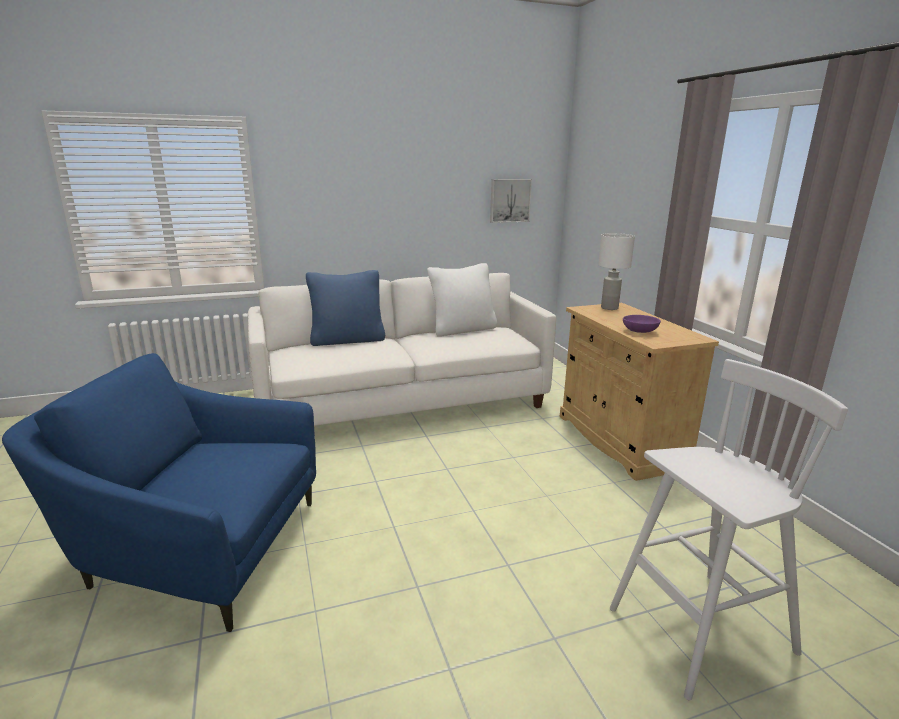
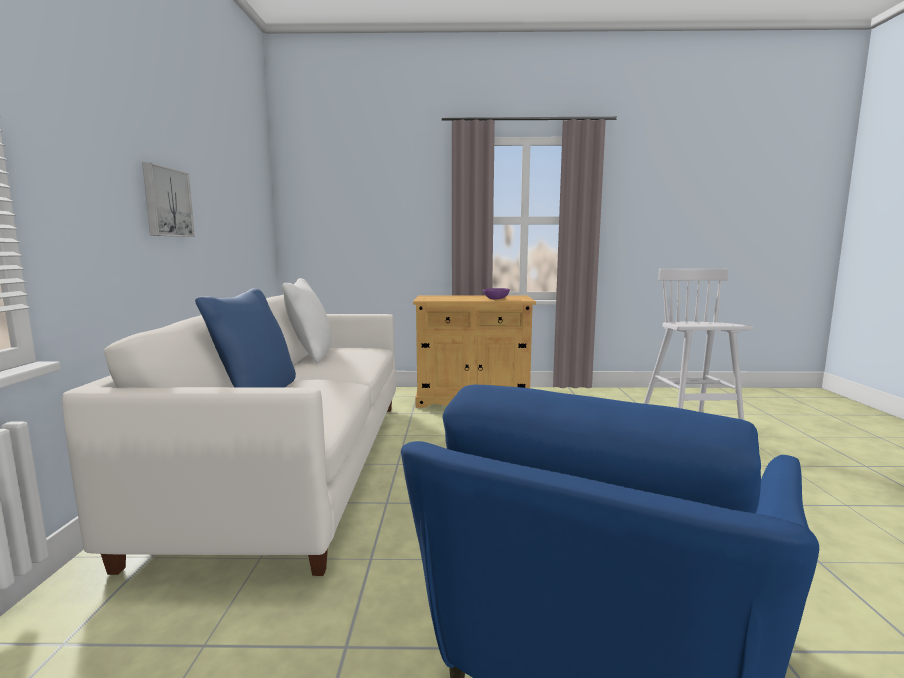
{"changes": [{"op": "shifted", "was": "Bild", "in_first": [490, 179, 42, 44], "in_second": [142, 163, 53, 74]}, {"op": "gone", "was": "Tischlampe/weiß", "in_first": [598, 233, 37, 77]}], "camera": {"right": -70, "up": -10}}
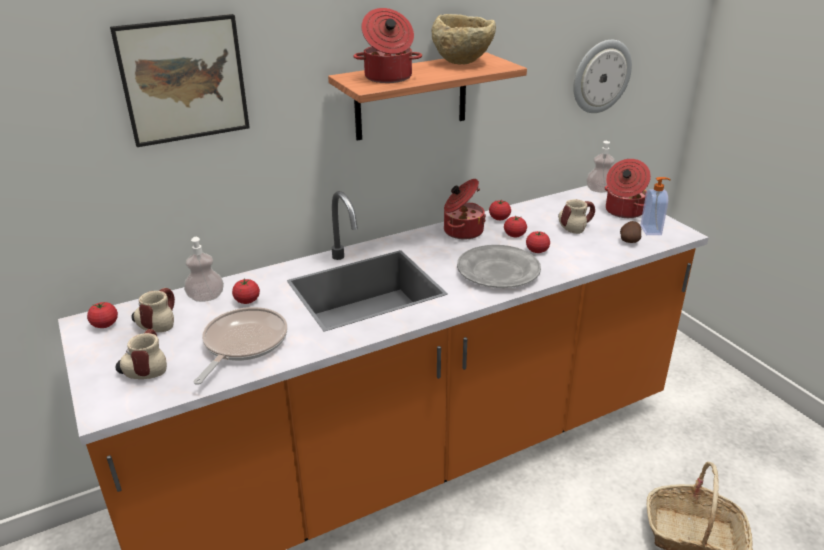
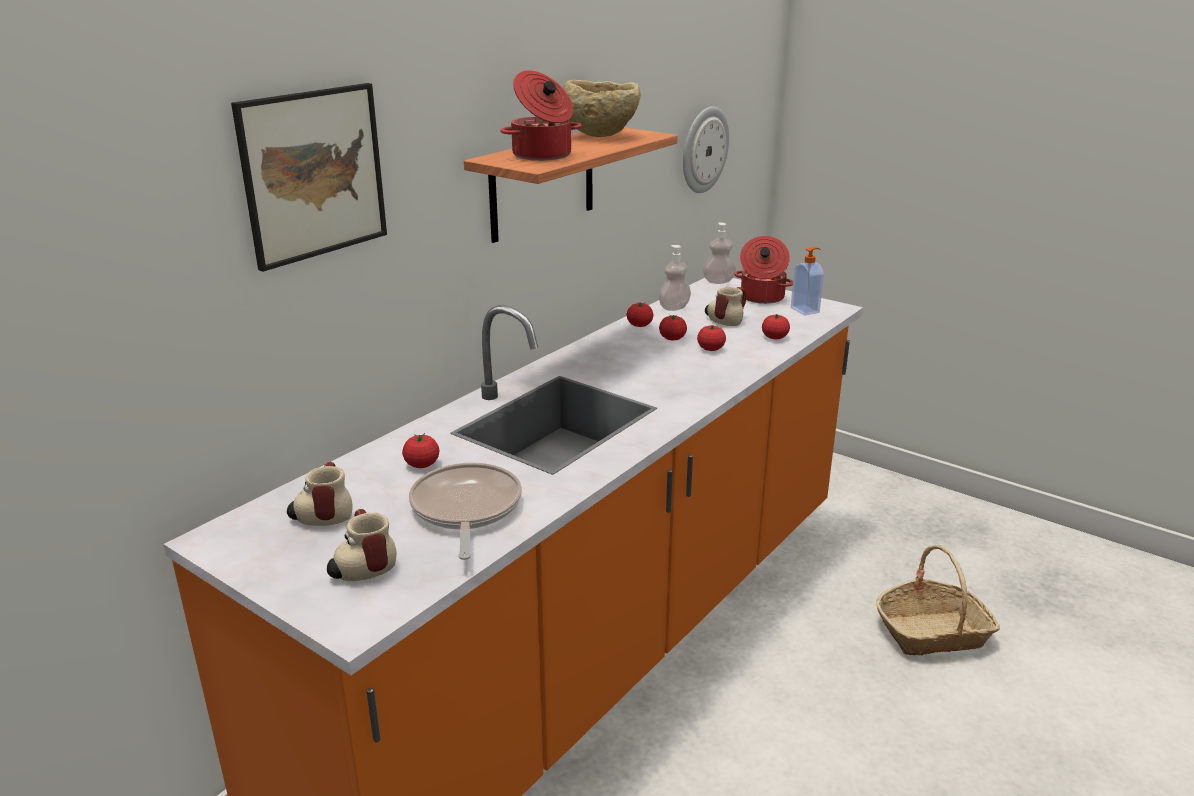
{"changes": [{"op": "gone", "was": "Kochtopf", "in_first": [444, 179, 42, 61]}, {"op": "gone", "was": "Kartoffel", "in_first": [620, 221, 21, 22]}, {"op": "shifted", "was": "Seifenspender", "in_first": [184, 237, 40, 65], "in_second": [659, 245, 32, 66]}, {"op": "gone", "was": "Teller/grau", "in_first": [457, 245, 84, 43]}, {"op": "shifted", "was": "Tomate", "in_first": [87, 302, 31, 26], "in_second": [762, 314, 28, 25]}], "camera": {"right": -25, "up": -5}}
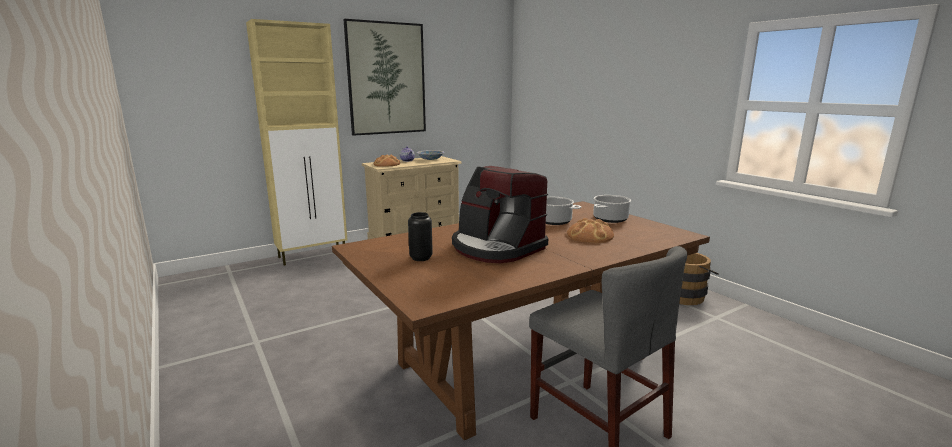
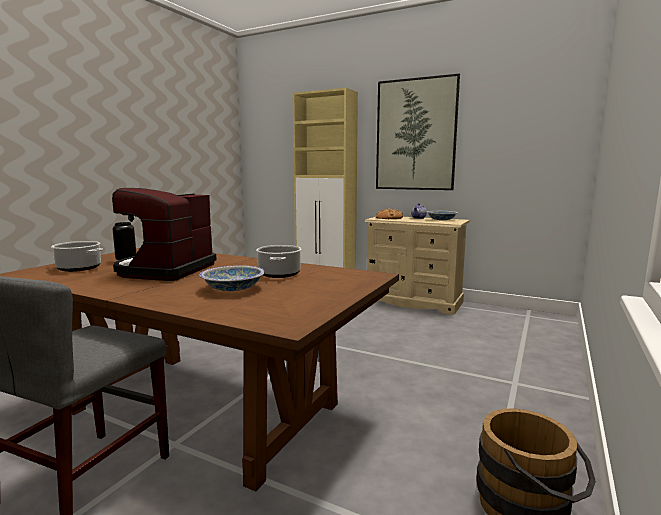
{"changes": [{"op": "shifted", "was": "Kochtopf", "in_first": [593, 195, 38, 28], "in_second": [51, 241, 52, 31]}, {"op": "swapped", "was": "Brot", "now": "Schüssel", "in_first": [567, 218, 47, 25], "in_second": [199, 265, 66, 26]}], "camera": {"right": 60, "up": -5}}
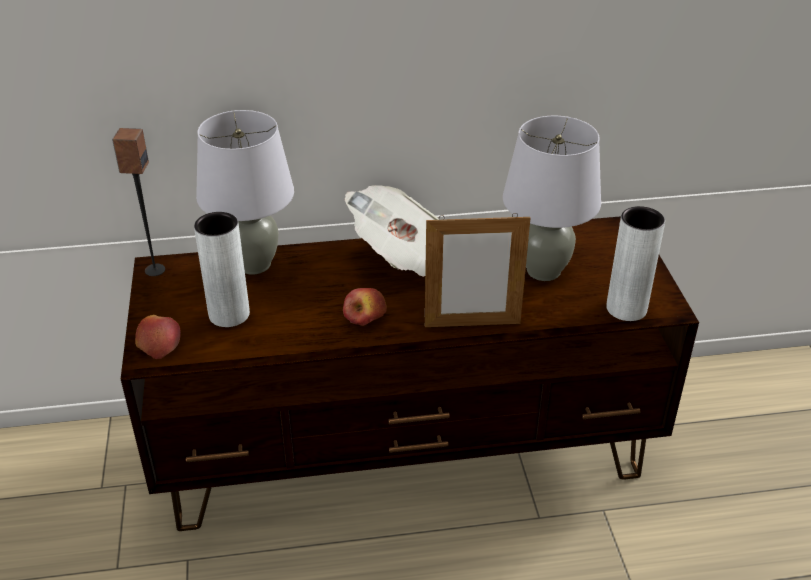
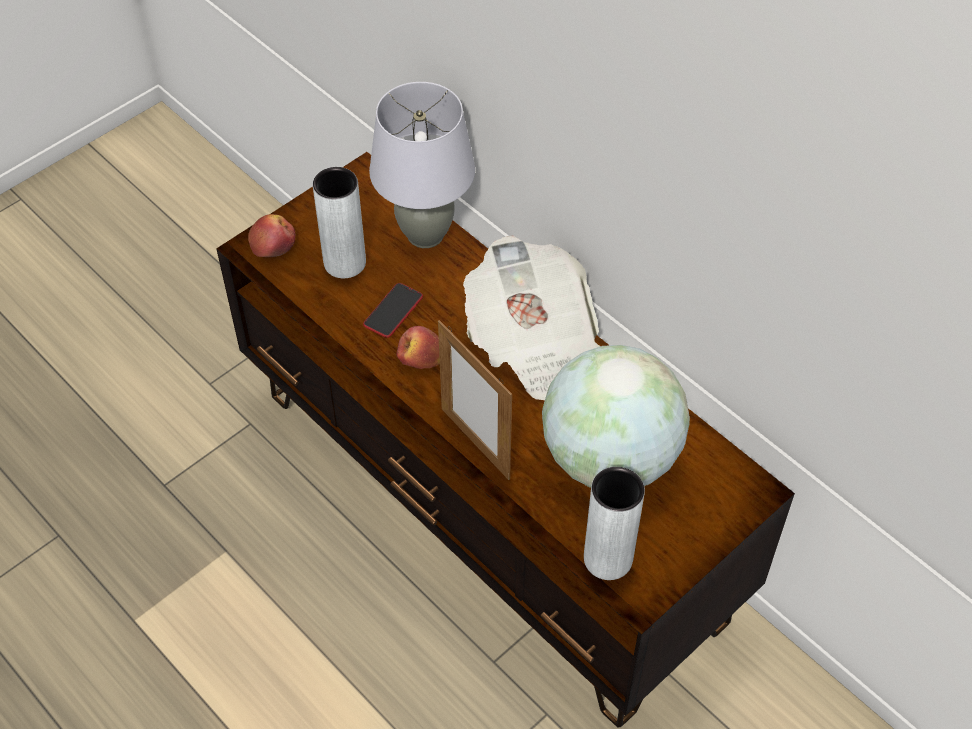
{"changes": [{"op": "swapped", "was": "Tischlampe/grau", "now": "Globus", "in_first": [503, 116, 98, 165], "in_second": [542, 345, 148, 143]}, {"op": "gone", "was": "Lautsprecher", "in_first": [112, 128, 53, 148]}, {"op": "new", "now": "Handy", "in_second": [363, 283, 60, 55]}], "camera": {"right": 55, "up": 15}}
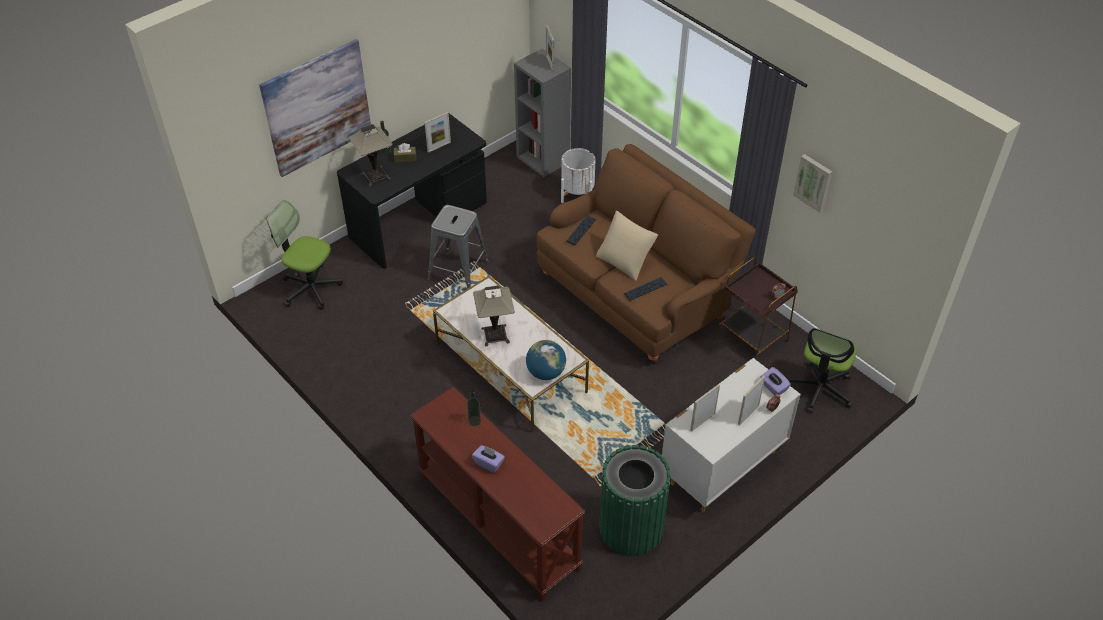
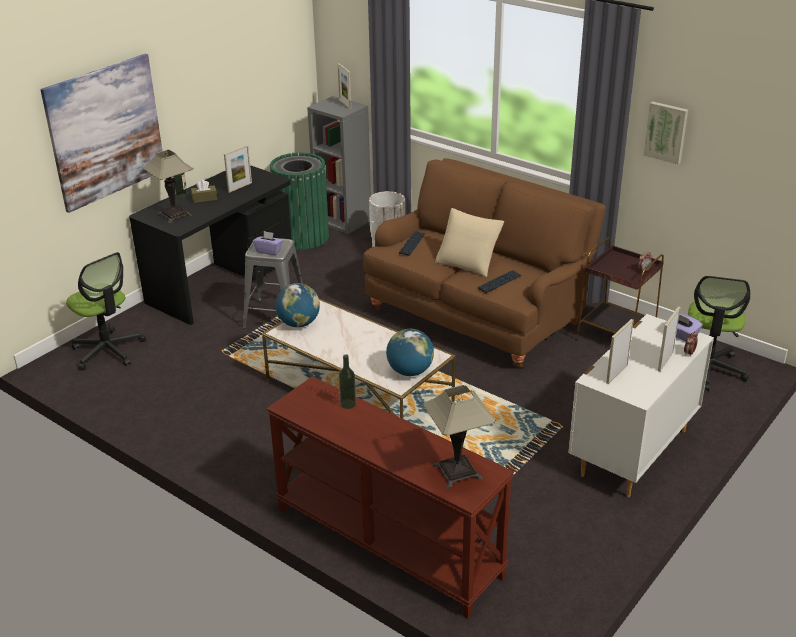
{"changes": [{"op": "rotated", "was": "Bürostuhl", "in_first": [267, 200, 76, 110], "in_second": [66, 252, 80, 118], "clockwise": -150}, {"op": "shifted", "was": "Tischlampe", "in_first": [473, 286, 42, 61], "in_second": [423, 385, 73, 104]}, {"op": "shifted", "was": "Taschentuchbox/lila", "in_first": [472, 445, 33, 28], "in_second": [253, 231, 30, 24]}, {"op": "shifted", "was": "Mülleimer/grün", "in_first": [599, 445, 72, 111], "in_second": [270, 152, 59, 98]}, {"op": "new", "now": "Globus", "in_second": [275, 283, 45, 44]}], "camera": {"right": -10, "up": -15}}
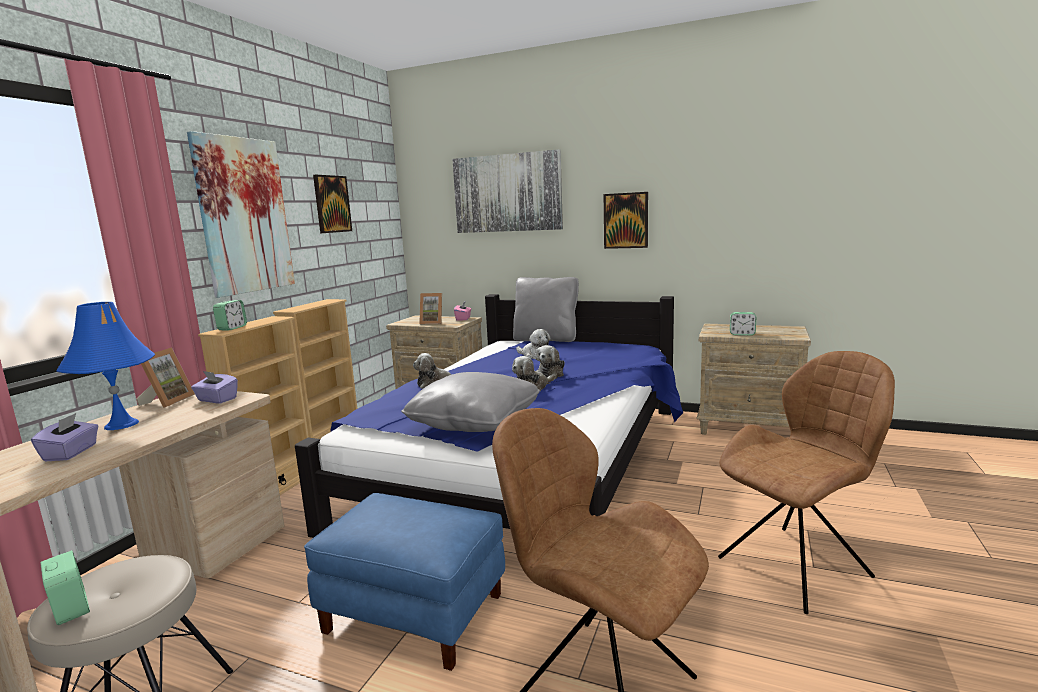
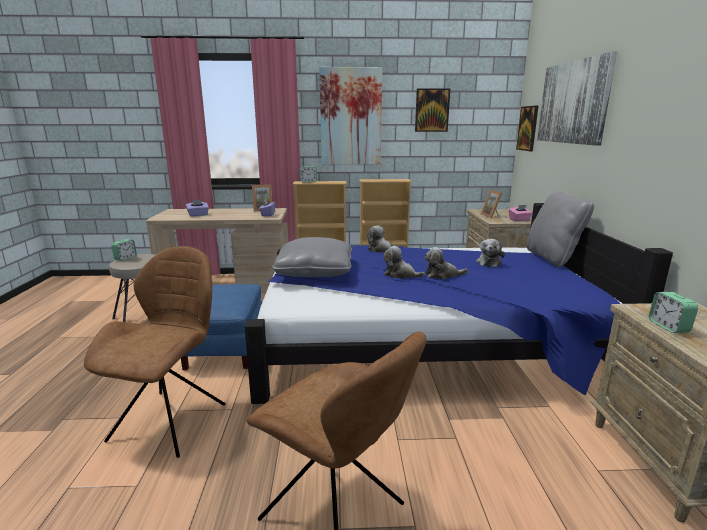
{"changes": [{"op": "shifted", "was": "Bild", "in_first": [604, 192, 44, 57], "in_second": [516, 106, 22, 45]}, {"op": "gone", "was": "Tischlampe/blau", "in_first": [56, 302, 99, 128]}], "camera": {"right": 65, "up": 5}}
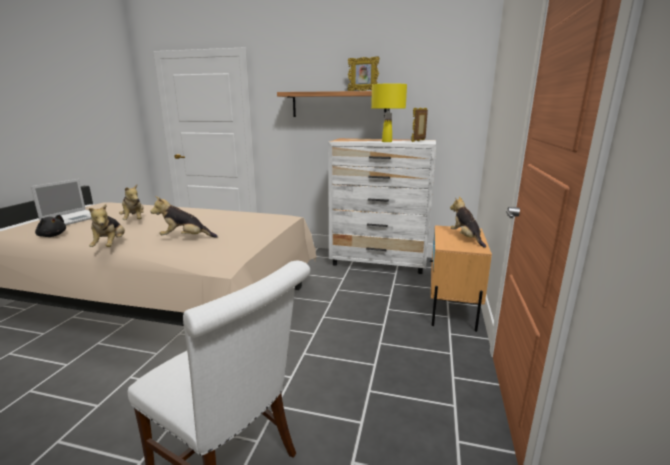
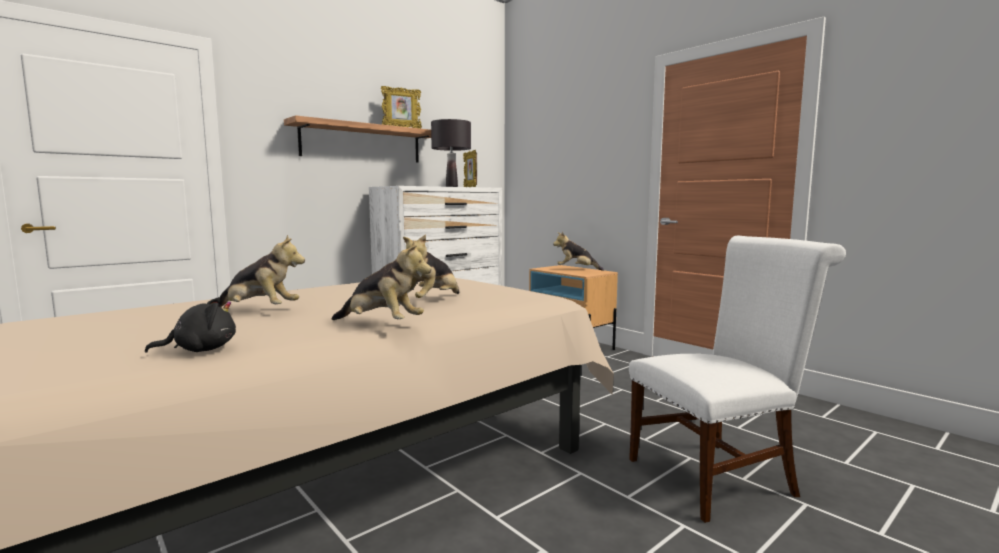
{"changes": [{"op": "repainted", "was": "Tischlampe/gelb", "now": "Tischlampe/schwarz", "in_first": [371, 83, 36, 59], "in_second": [431, 119, 40, 68]}, {"op": "gone", "was": "Laptop", "in_first": [31, 179, 60, 46]}], "camera": {"right": -55, "up": -10}}
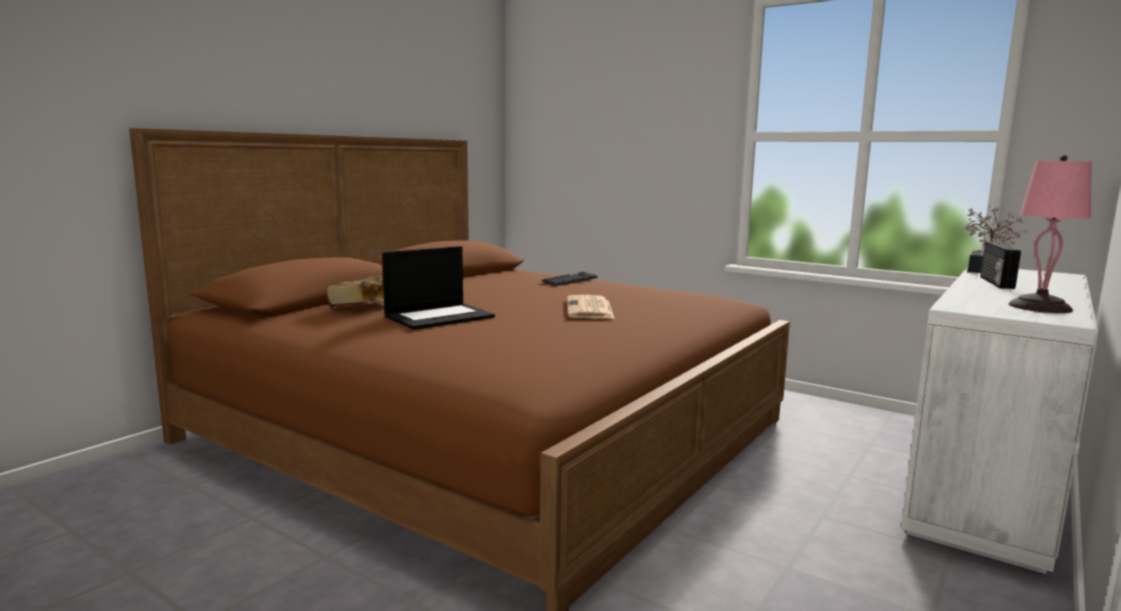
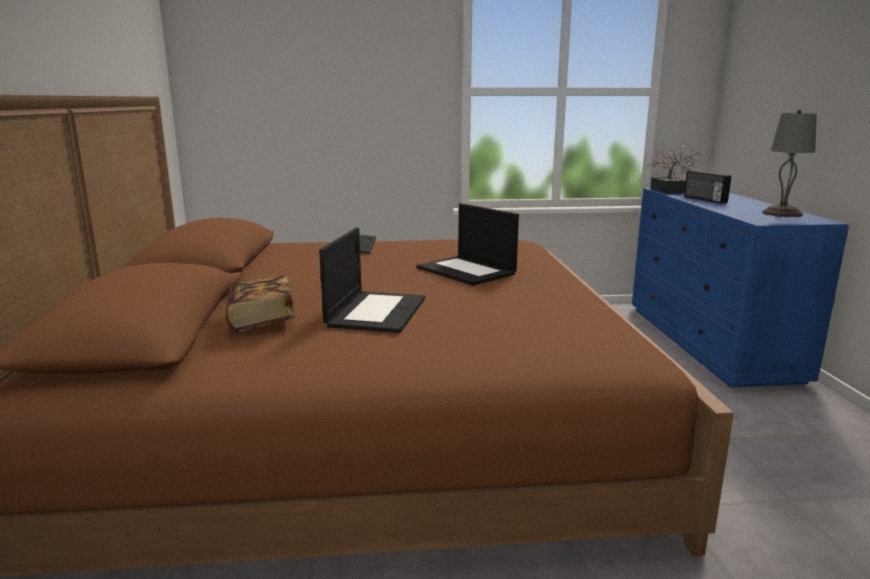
{"changes": [{"op": "repainted", "was": "Tischlampe/rosa", "now": "Tischlampe/grau", "in_first": [1009, 155, 83, 158], "in_second": [762, 110, 55, 107]}, {"op": "repainted", "was": "Kommode/weiß", "now": "Kommode/blau", "in_first": [901, 267, 197, 307], "in_second": [632, 188, 217, 199]}, {"op": "swapped", "was": "Zeitung", "now": "Laptop", "in_first": [567, 295, 48, 24], "in_second": [417, 203, 102, 83]}], "camera": {"right": -40, "up": 5}}
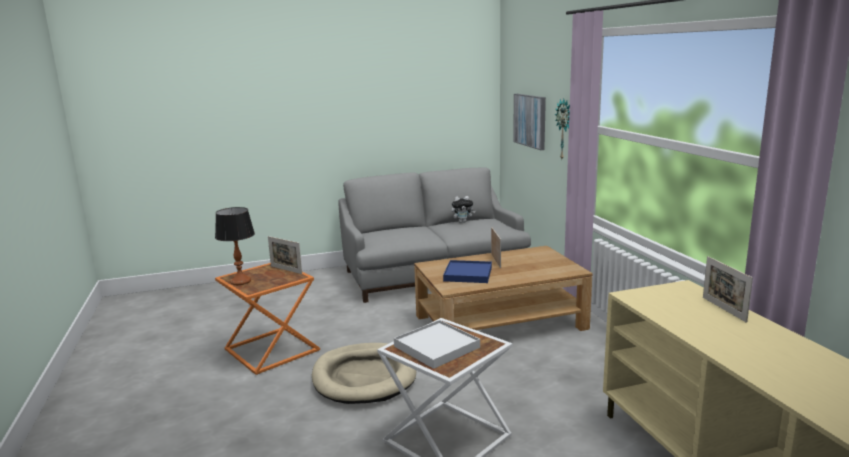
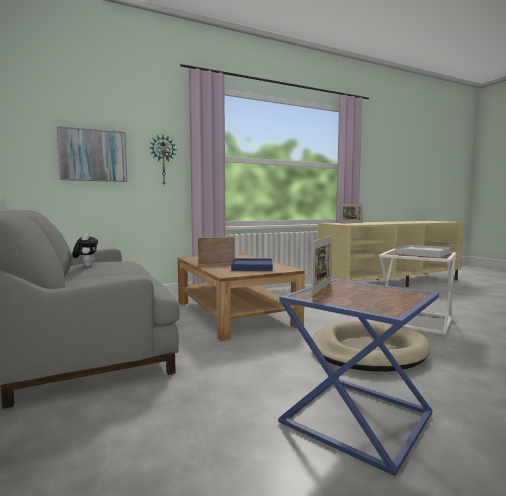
{"changes": [{"op": "gone", "was": "Tischlampe", "in_first": [215, 207, 40, 78]}, {"op": "repainted", "was": "Beistelltisch/orange", "now": "Beistelltisch/blau", "in_first": [215, 263, 105, 112], "in_second": [278, 279, 161, 197]}], "camera": {"right": -100, "up": -10}}
